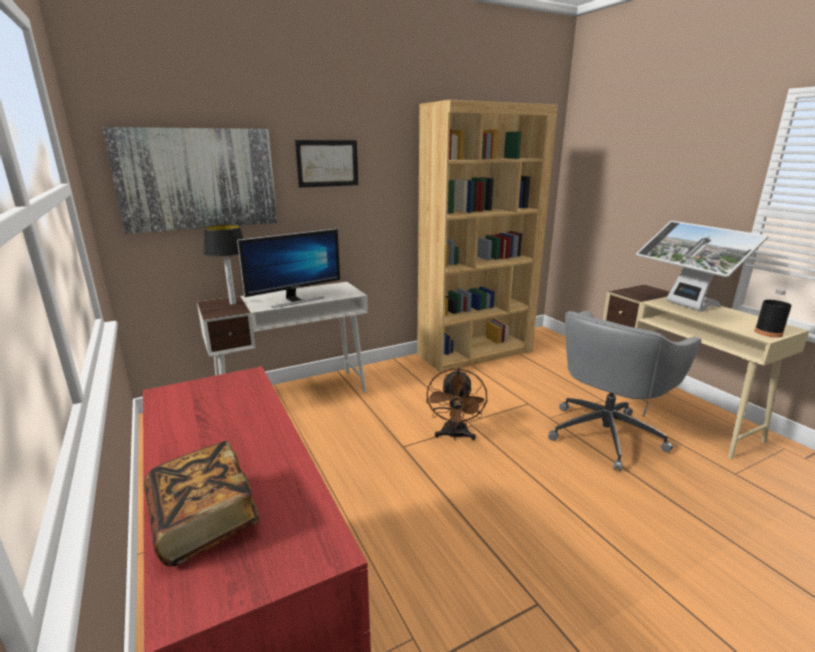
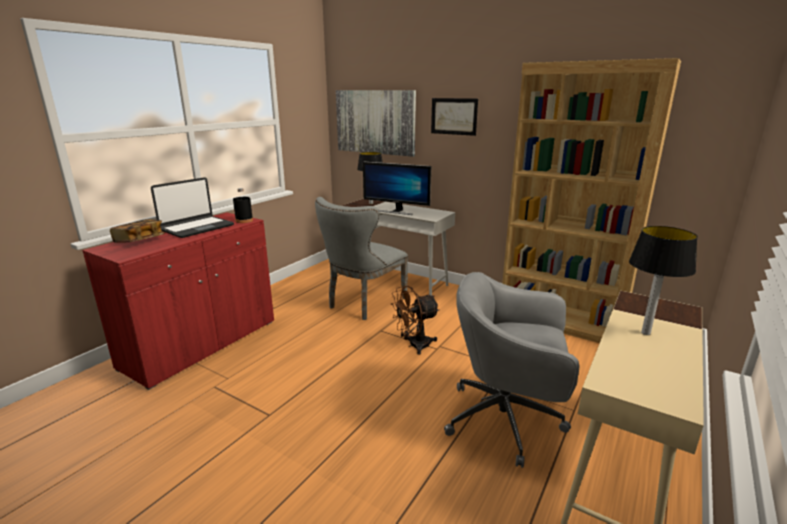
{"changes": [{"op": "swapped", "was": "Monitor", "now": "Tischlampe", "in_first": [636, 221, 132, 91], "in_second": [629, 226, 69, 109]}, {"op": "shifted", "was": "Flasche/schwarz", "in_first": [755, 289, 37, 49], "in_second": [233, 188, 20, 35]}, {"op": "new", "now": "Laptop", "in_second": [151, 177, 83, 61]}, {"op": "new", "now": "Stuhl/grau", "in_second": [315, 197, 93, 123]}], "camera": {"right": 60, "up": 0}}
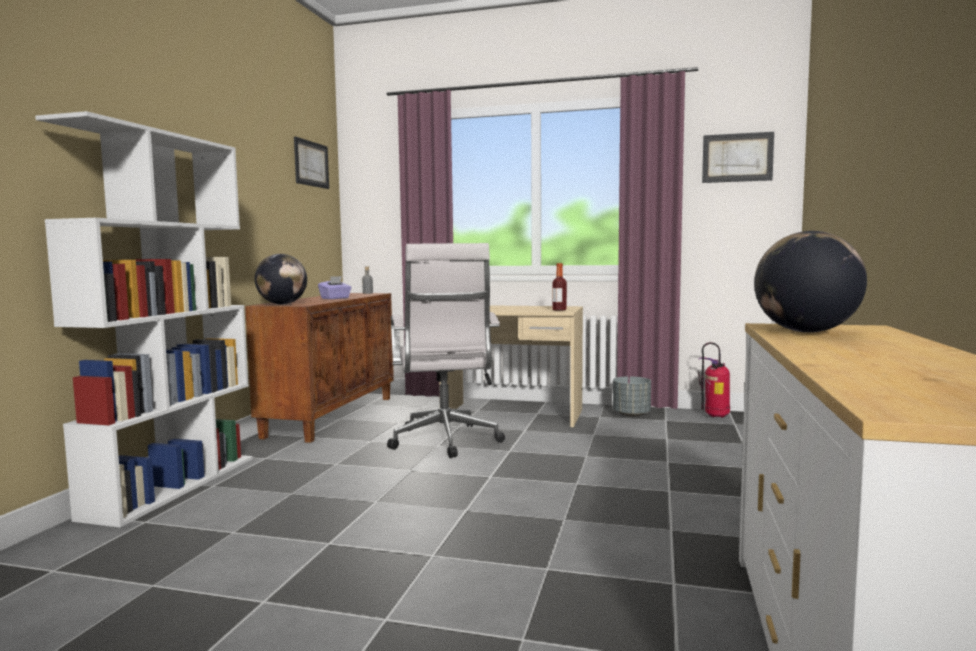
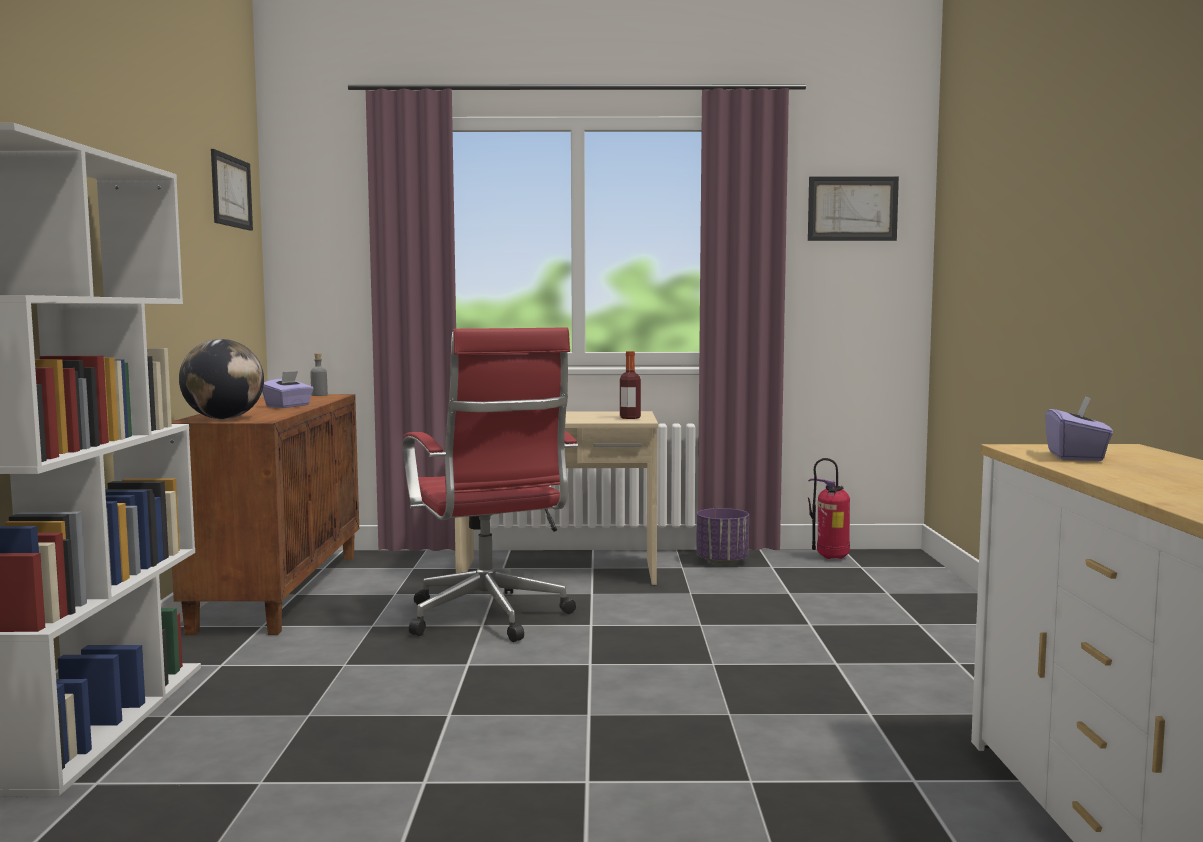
{"changes": [{"op": "swapped", "was": "Globus", "now": "Taschentuchbox/lila", "in_first": [754, 231, 113, 102], "in_second": [1045, 396, 68, 65]}, {"op": "repainted", "was": "Bürostuhl/weiß", "now": "Bürostuhl/rot", "in_first": [387, 243, 118, 215], "in_second": [402, 327, 176, 315]}, {"op": "repainted", "was": "Pflanzkübel/grau", "now": "Pflanzkübel/lila", "in_first": [613, 376, 38, 41], "in_second": [696, 508, 53, 57]}], "camera": {"right": -15, "up": 0}}
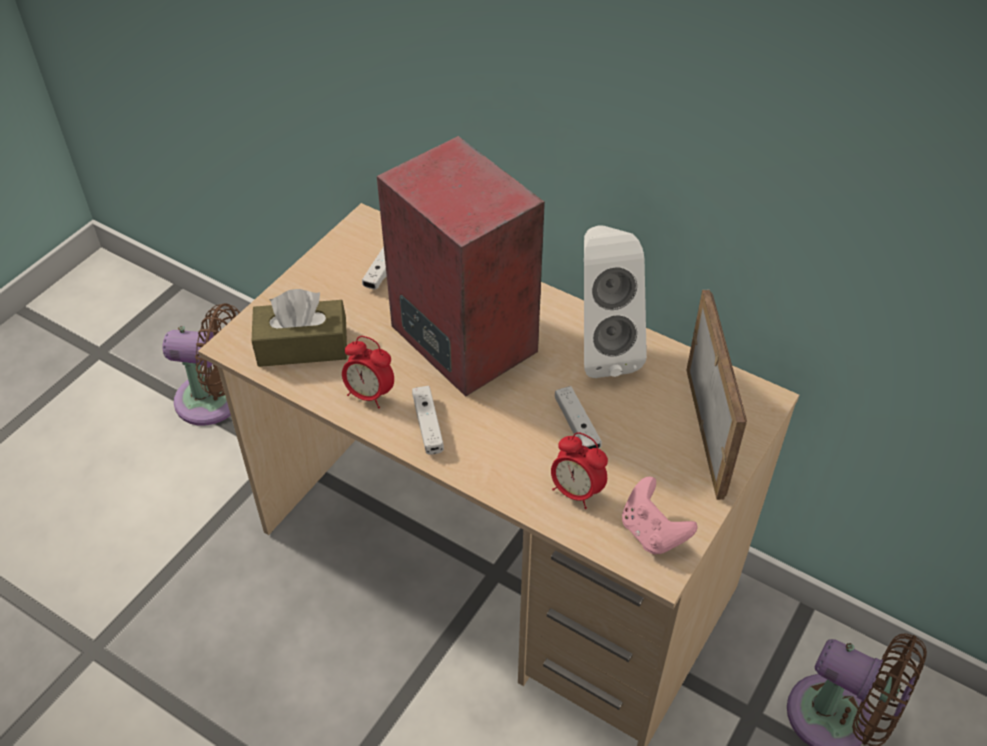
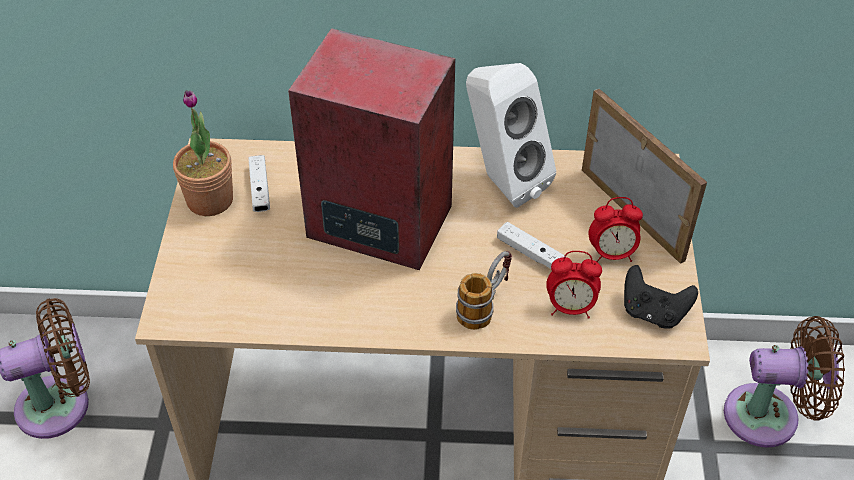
{"changes": [{"op": "gone", "was": "Taschentuchbox/braun", "in_first": [252, 289, 95, 78]}, {"op": "shifted", "was": "Wecker", "in_first": [342, 336, 52, 73], "in_second": [588, 197, 55, 65]}, {"op": "gone", "was": "Gamepad/weiß", "in_first": [412, 386, 32, 69]}, {"op": "repainted", "was": "Gamepad/rosa", "now": "Gamepad/schwarz", "in_first": [622, 477, 75, 78], "in_second": [624, 265, 74, 64]}, {"op": "new", "now": "Topfpflanze", "in_second": [173, 90, 60, 126]}, {"op": "new", "now": "Henkelbecher", "in_second": [456, 251, 56, 79]}], "camera": {"right": -30, "up": 0}}
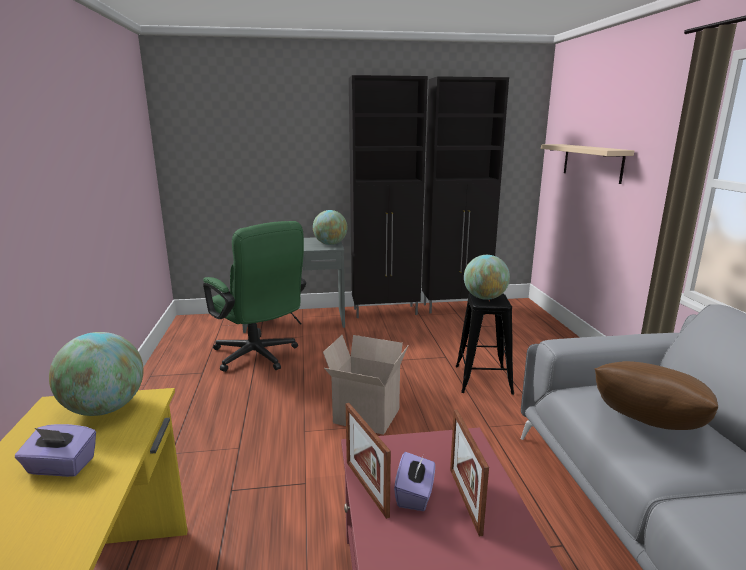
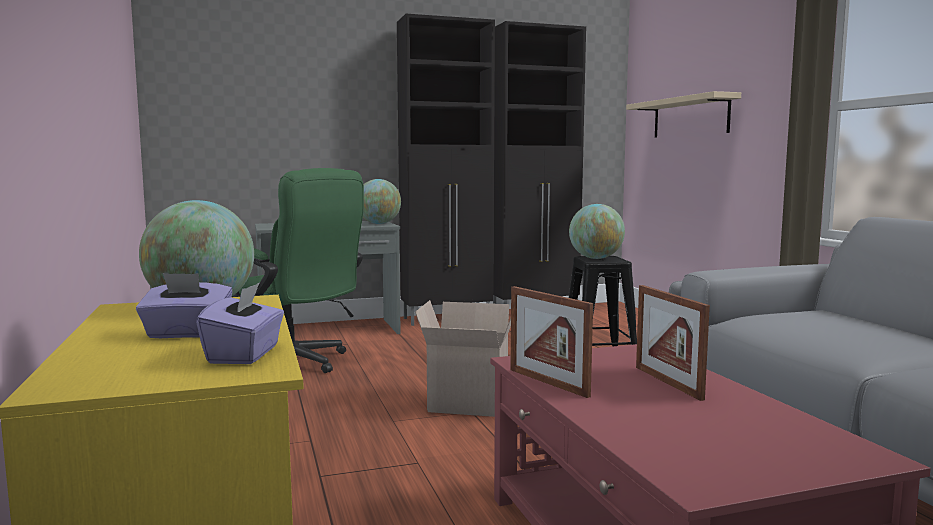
{"changes": [{"op": "gone", "was": "Kissen/braun", "in_first": [595, 361, 123, 69]}, {"op": "shifted", "was": "Taschentuchbox/lila", "in_first": [394, 452, 41, 59], "in_second": [196, 282, 88, 82]}], "camera": {"right": -10, "up": -10}}
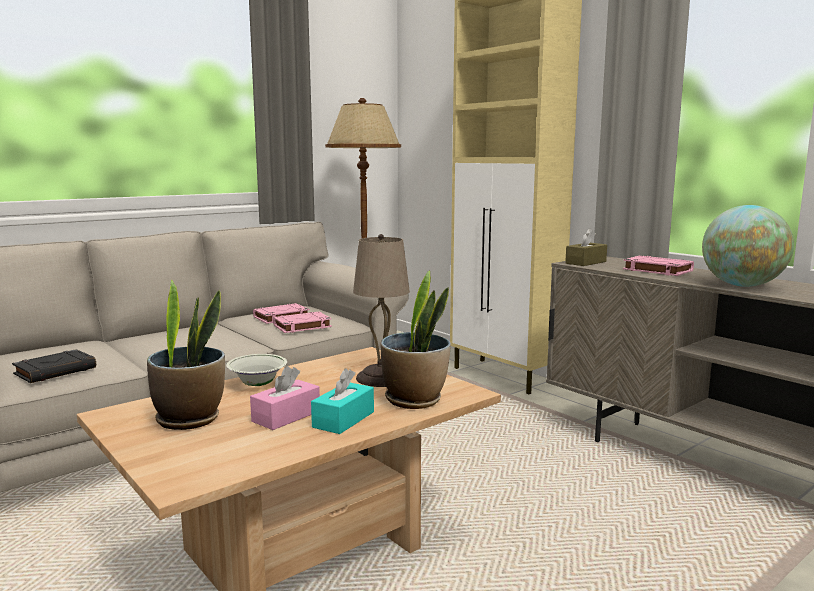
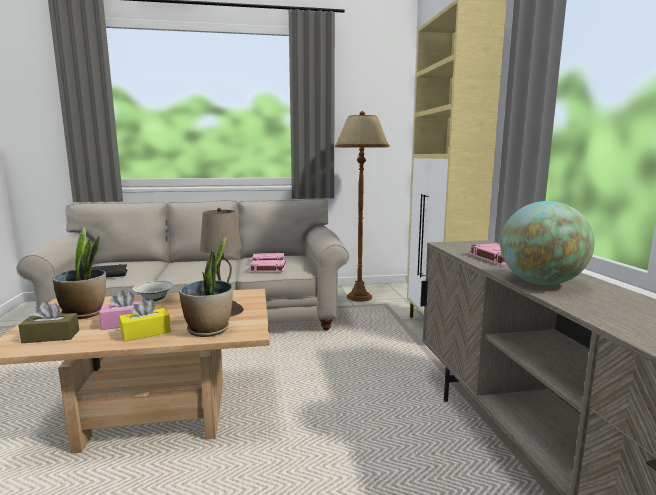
{"changes": [{"op": "shifted", "was": "Taschentuchbox/braun", "in_first": [565, 228, 42, 38], "in_second": [18, 301, 61, 42]}, {"op": "repainted", "was": "Taschentuchbox/türkis", "now": "Taschentuchbox/gelb", "in_first": [311, 368, 63, 66], "in_second": [119, 298, 52, 44]}], "camera": {"right": 30, "up": 0}}
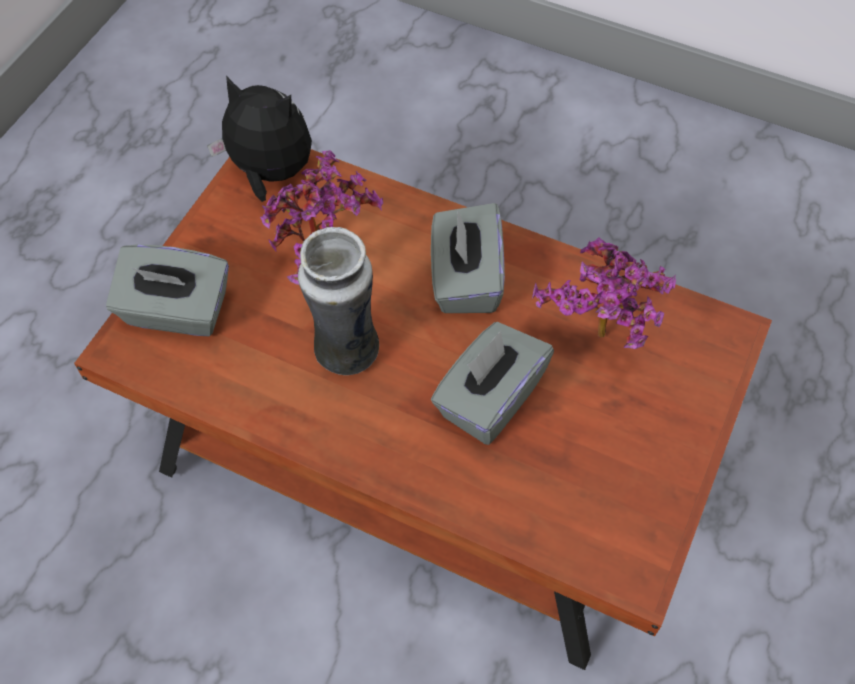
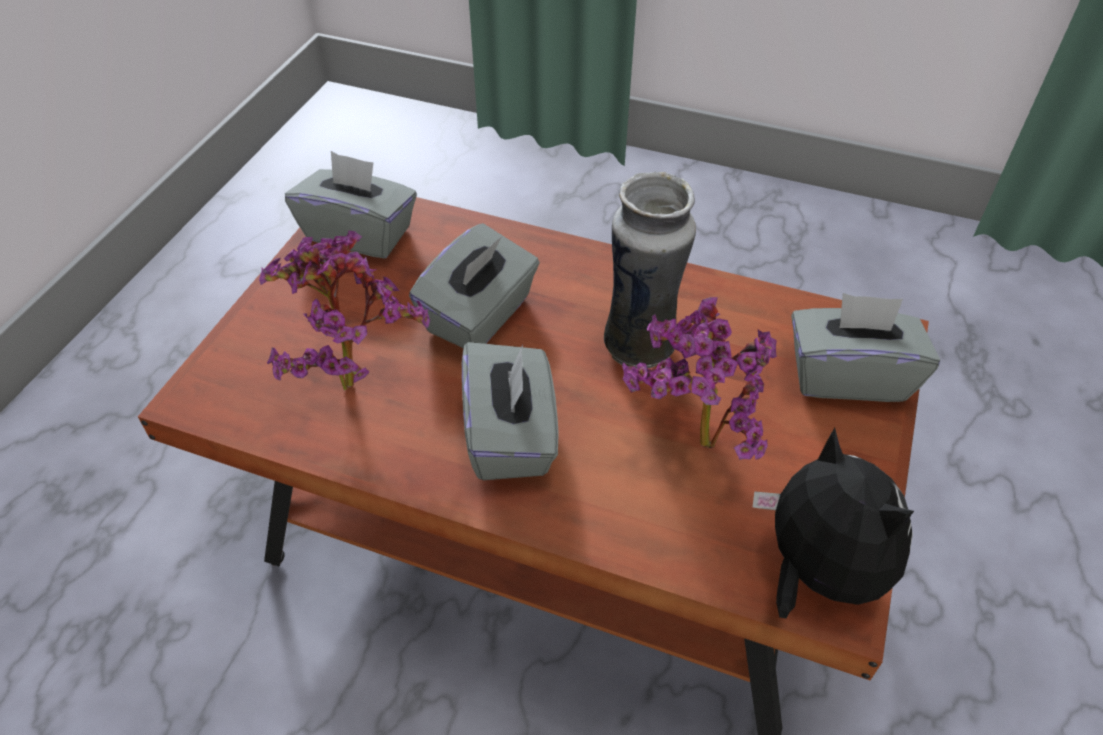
{"changes": [{"op": "rotated", "was": "Plüschtier", "in_first": [207, 76, 105, 126], "in_second": [752, 428, 162, 190], "clockwise": -135}, {"op": "new", "now": "Taschentuchbox/grau", "in_second": [285, 151, 132, 107]}], "camera": {"right": 175, "up": -10}}
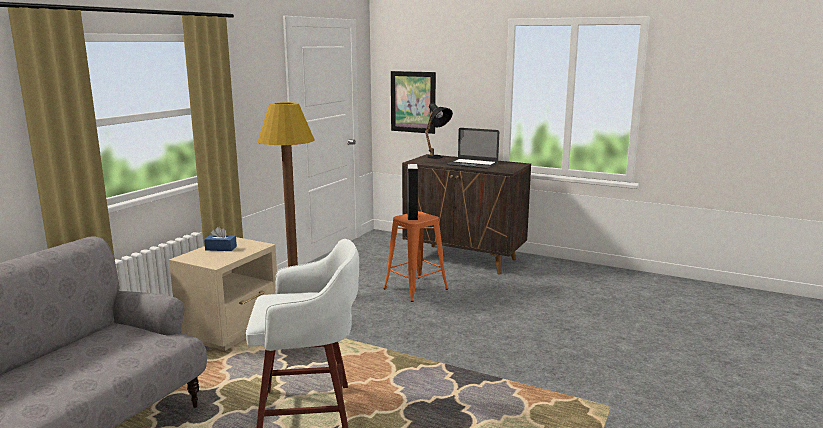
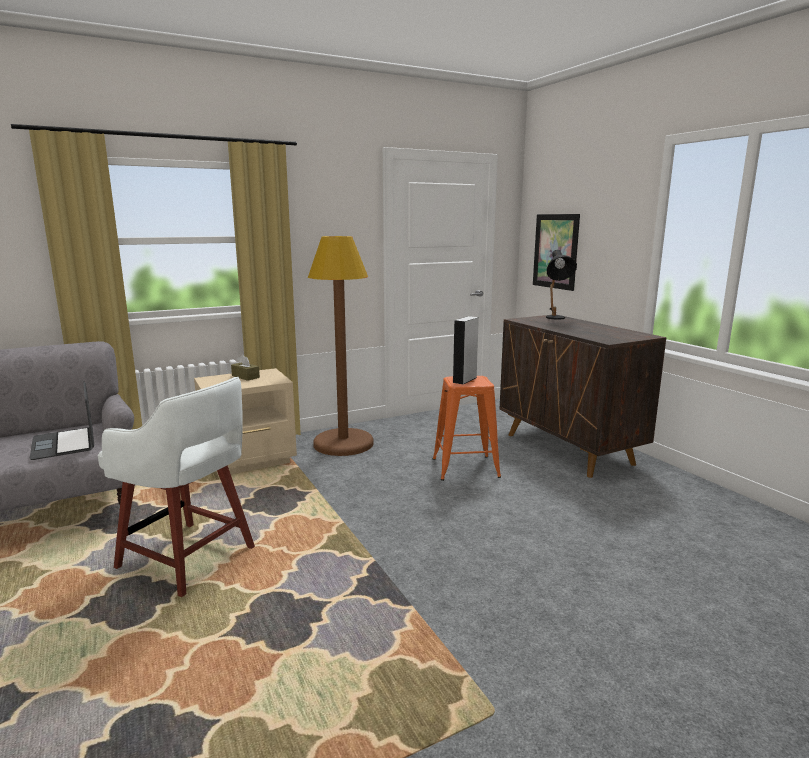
{"changes": [{"op": "shifted", "was": "Laptop", "in_first": [447, 128, 52, 41], "in_second": [30, 381, 64, 79]}, {"op": "repainted", "was": "Taschentuchbox/blau", "now": "Taschentuchbox/braun", "in_first": [204, 227, 33, 24], "in_second": [231, 354, 29, 27]}], "camera": {"right": 35, "up": 0}}
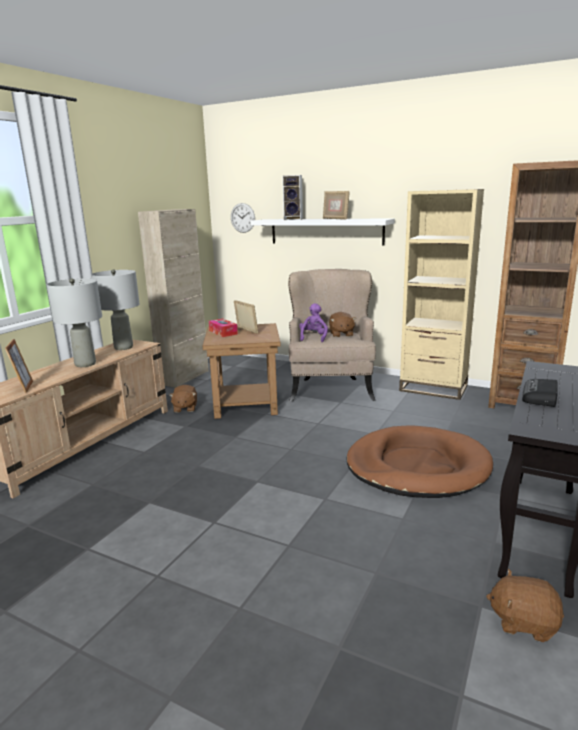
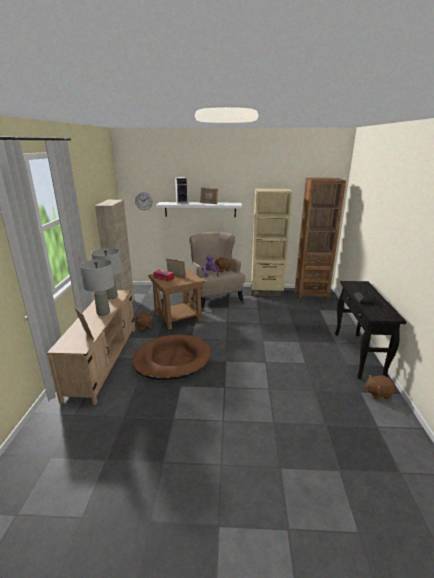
{"changes": [{"op": "shifted", "was": "Hundebett/braun", "in_first": [346, 425, 147, 73], "in_second": [132, 335, 78, 45]}], "camera": {"right": -25, "up": 5}}
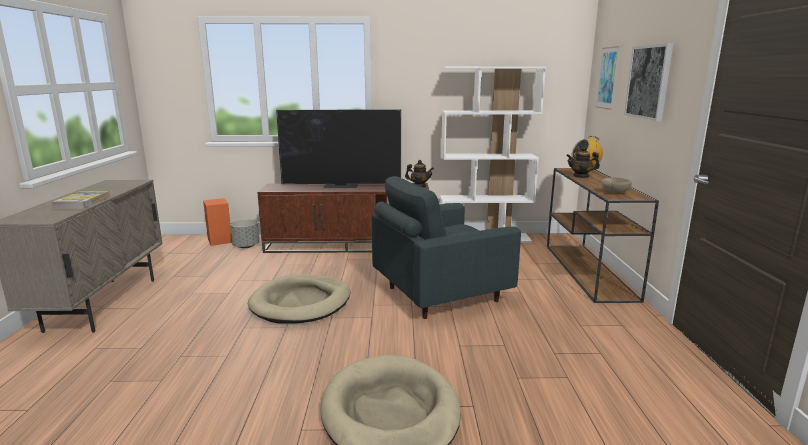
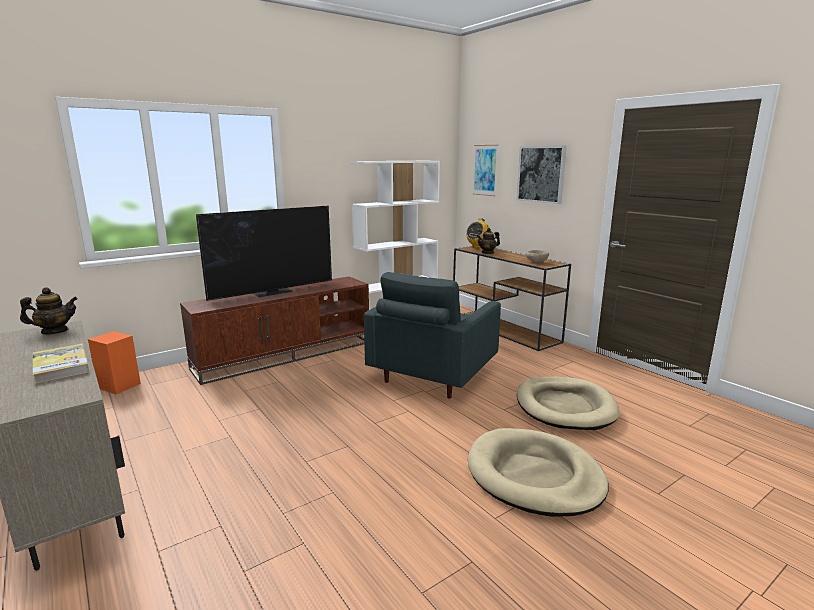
{"changes": [{"op": "shifted", "was": "Teekanne", "in_first": [405, 160, 29, 27], "in_second": [20, 287, 58, 47]}, {"op": "gone", "was": "Pflanzkübel/grau", "in_first": [230, 219, 29, 29]}, {"op": "shifted", "was": "Hundebett/beige", "in_first": [248, 274, 102, 50], "in_second": [517, 377, 103, 53]}], "camera": {"right": -35, "up": 0}}
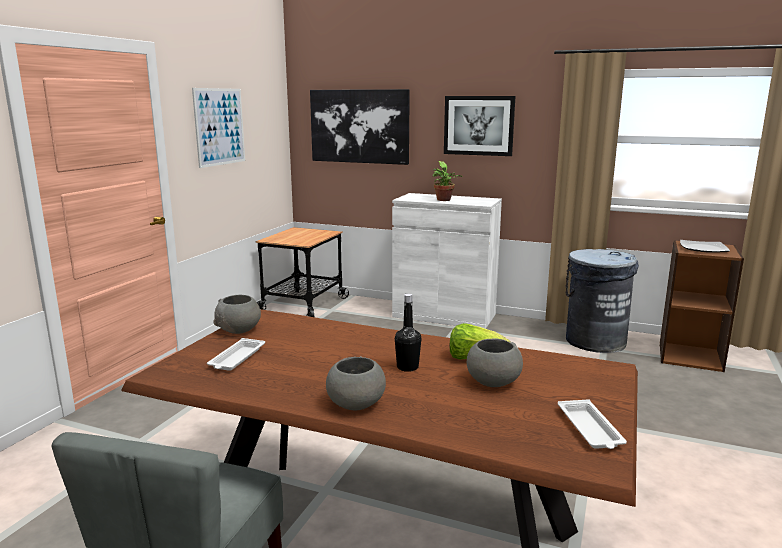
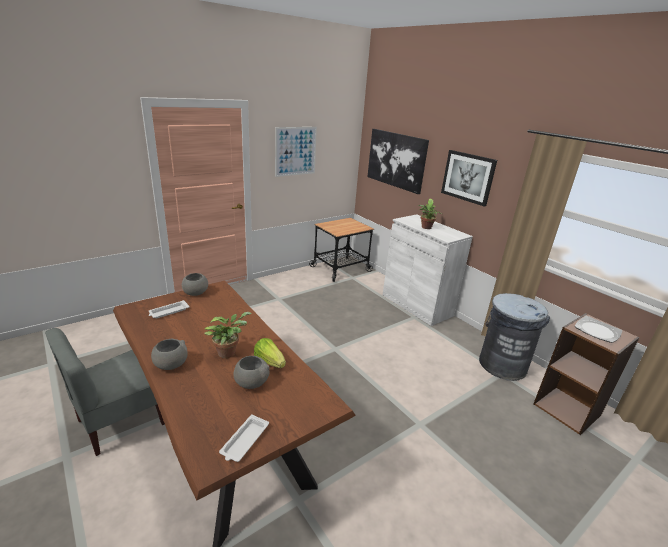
{"changes": [{"op": "swapped", "was": "Flasche/schwarz", "now": "Topfpflanze", "in_first": [395, 294, 26, 78], "in_second": [204, 312, 48, 46]}], "camera": {"right": 30, "up": 10}}
